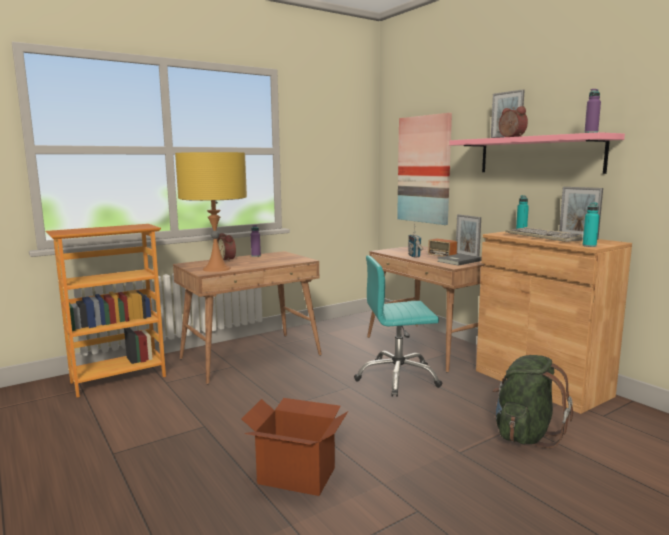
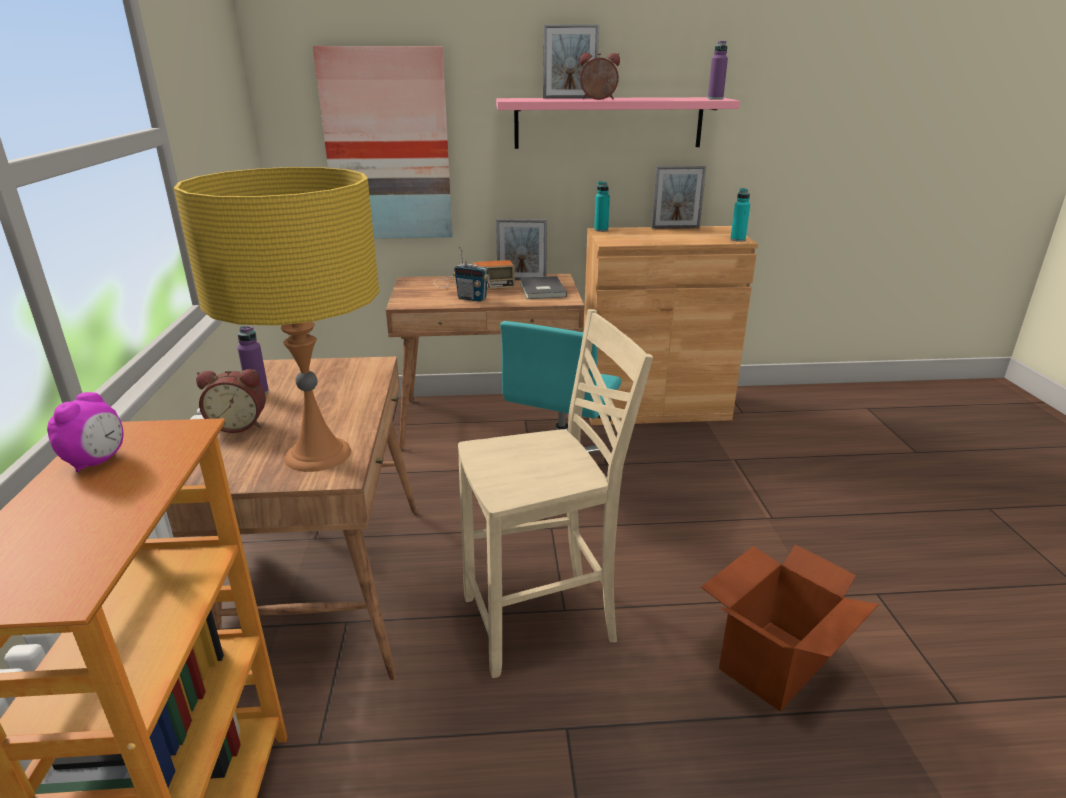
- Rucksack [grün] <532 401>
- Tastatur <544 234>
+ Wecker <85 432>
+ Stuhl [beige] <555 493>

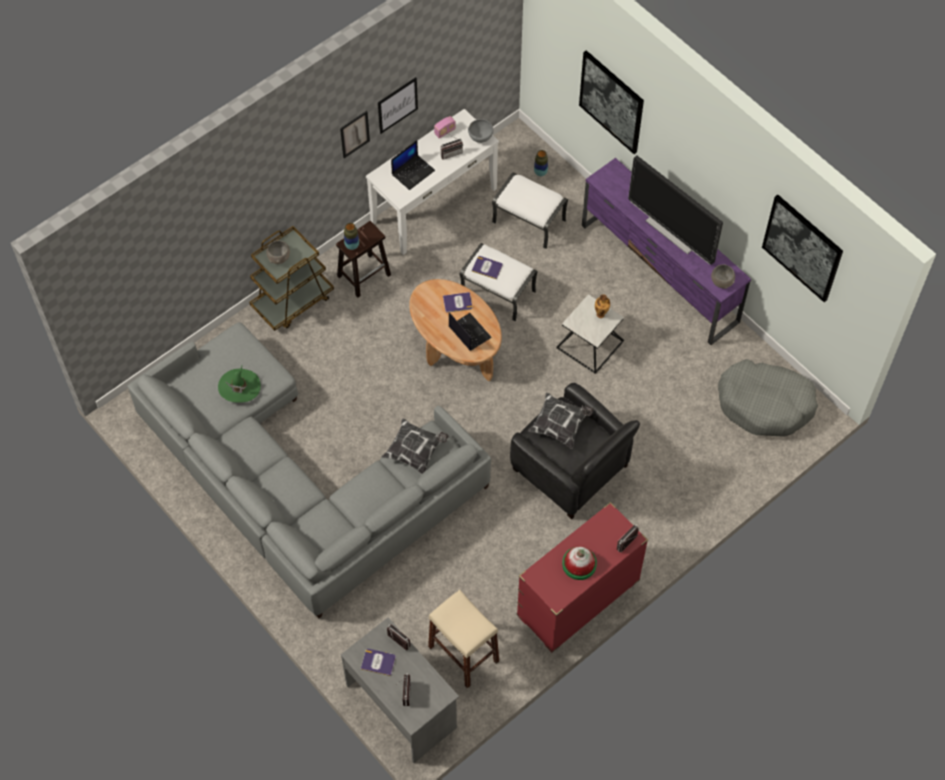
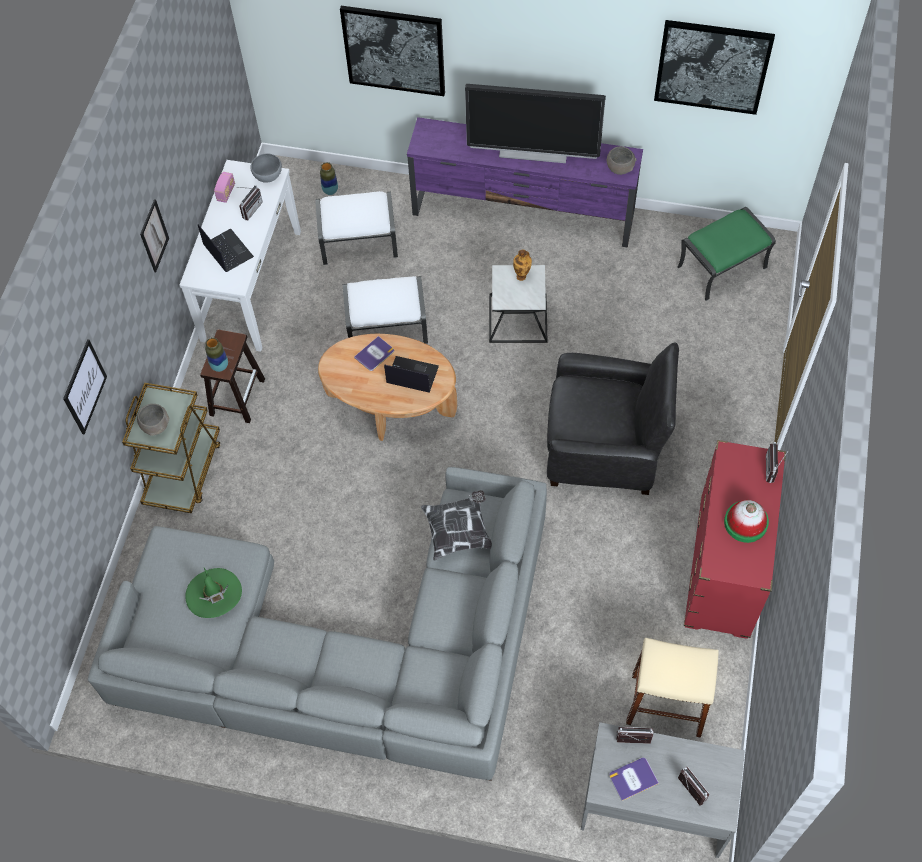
~ Bild <398 105> to <85 386>
~ Laptop <413 165> = <226 248> 45 degrees counterclockwise
- Buch <487 267>
- Kissen <561 421>
~ Hundebett [grau] <768 398> to Polsterhocker [grün] <726 254>

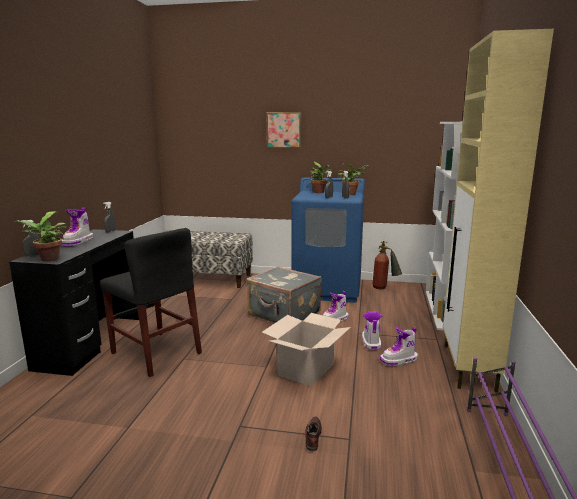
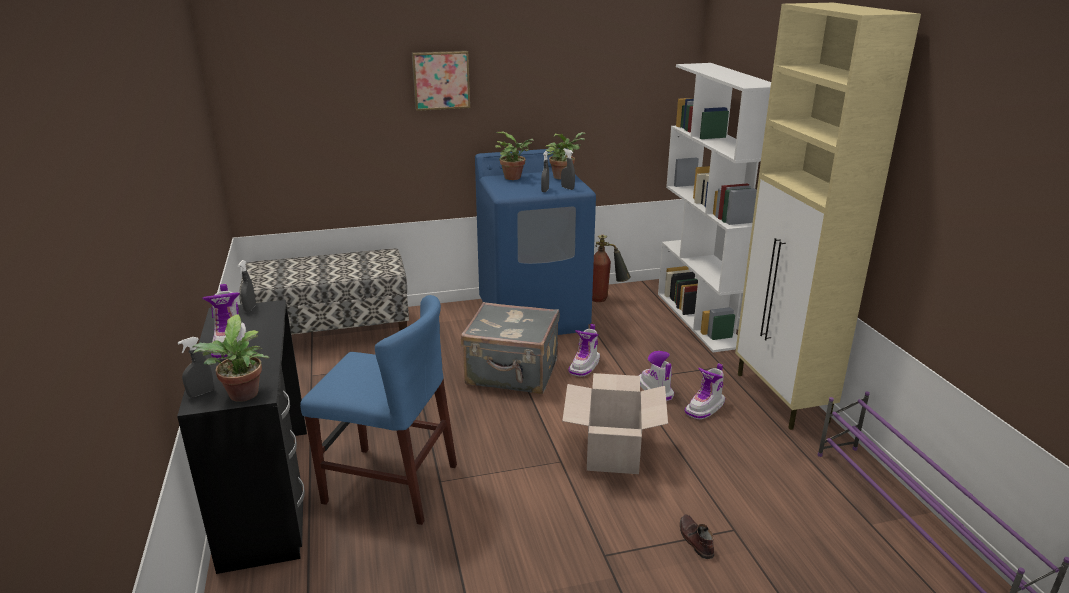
~ Stuhl [schwarz] <151 302> to Stuhl [blau] <378 410>

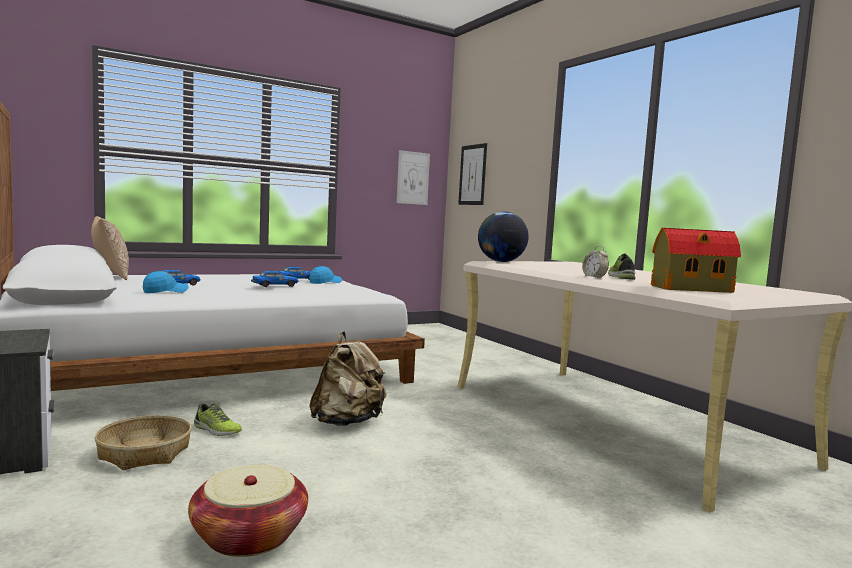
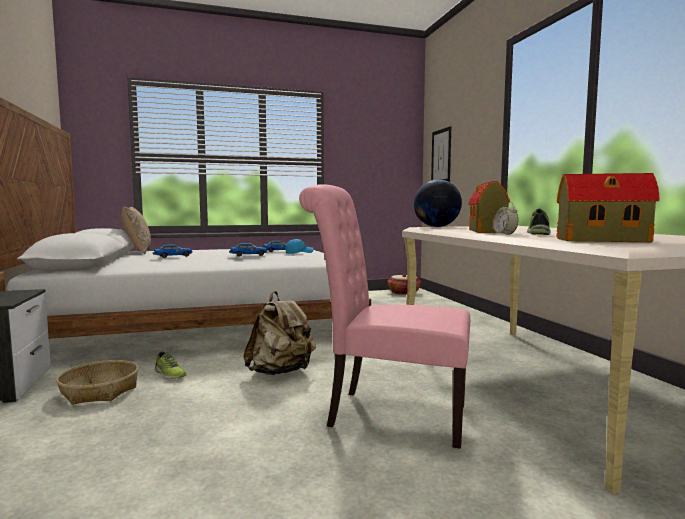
- Kappe [blau] <166 282>
~ Korb <248 511> to <404 285>
- Bild <413 177>
+ Stuhl [rosa] <384 316>
+ Spielzeughaus <489 207>

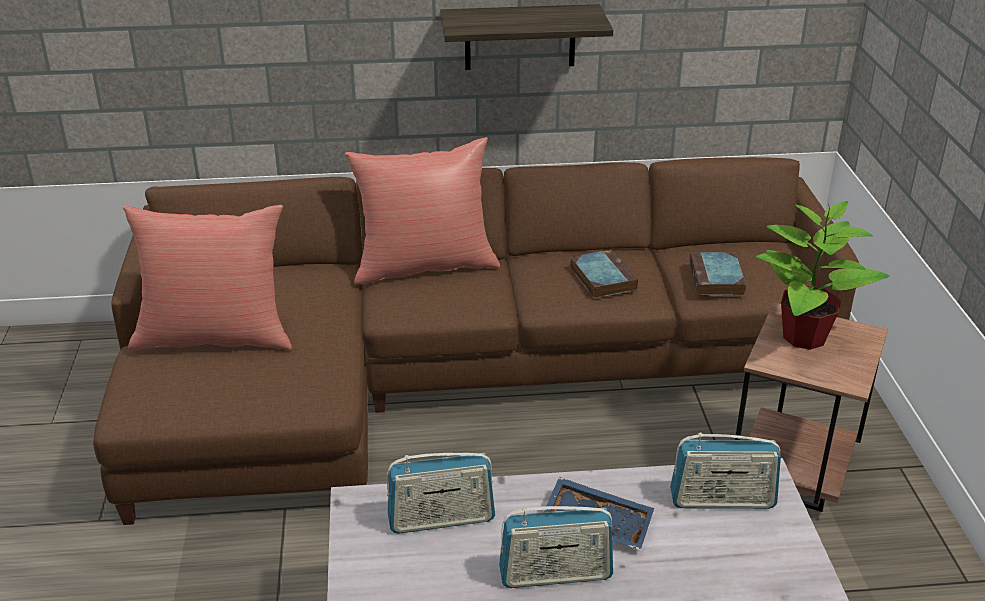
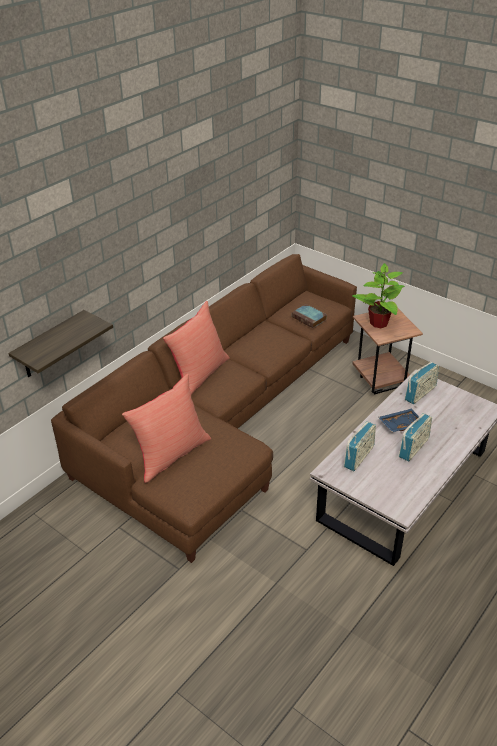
~ Wandregal <526 37> to <60 343>
- Buch <604 274>

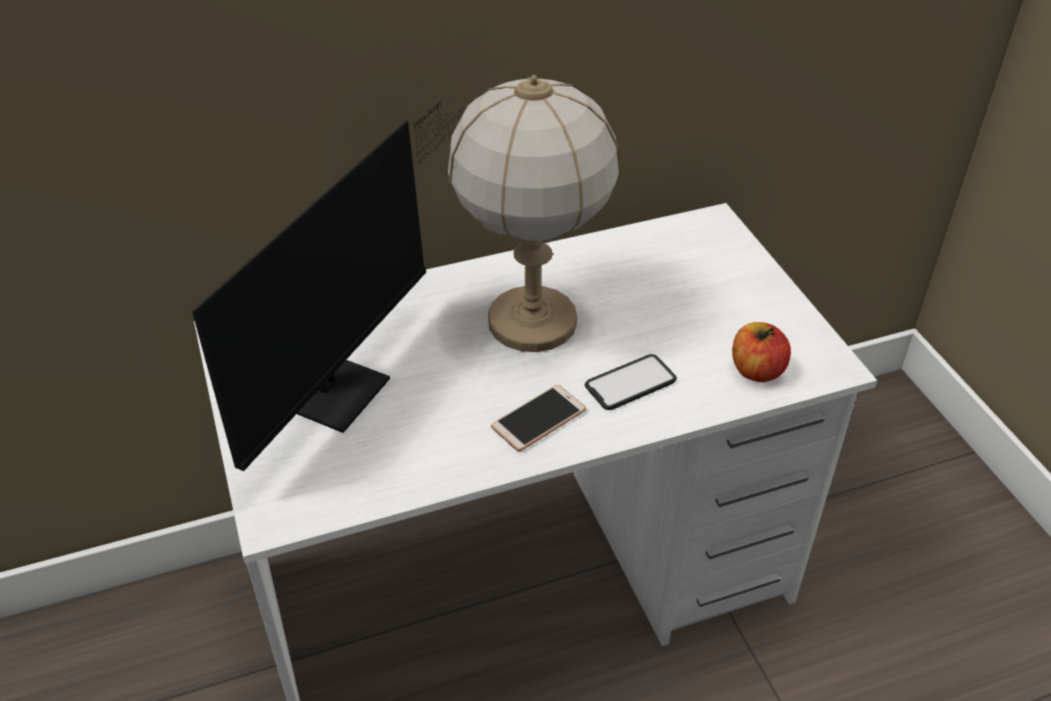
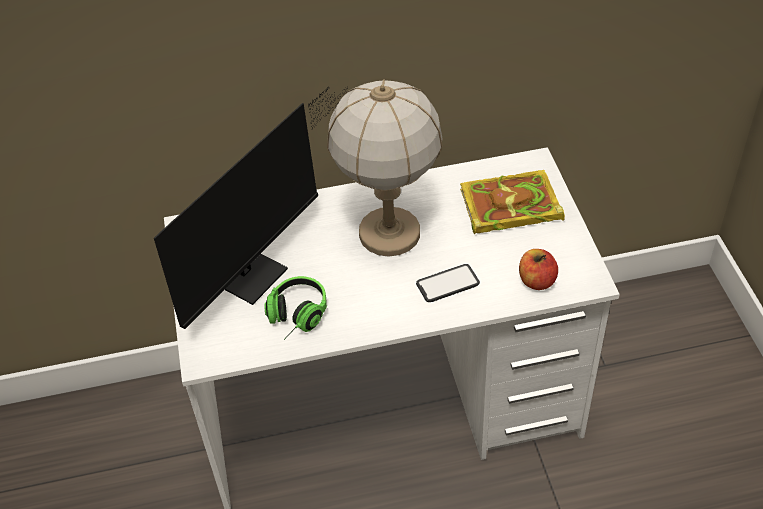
- Handy <538 418>
+ Kopfhörer <295 308>
+ Buch <512 202>

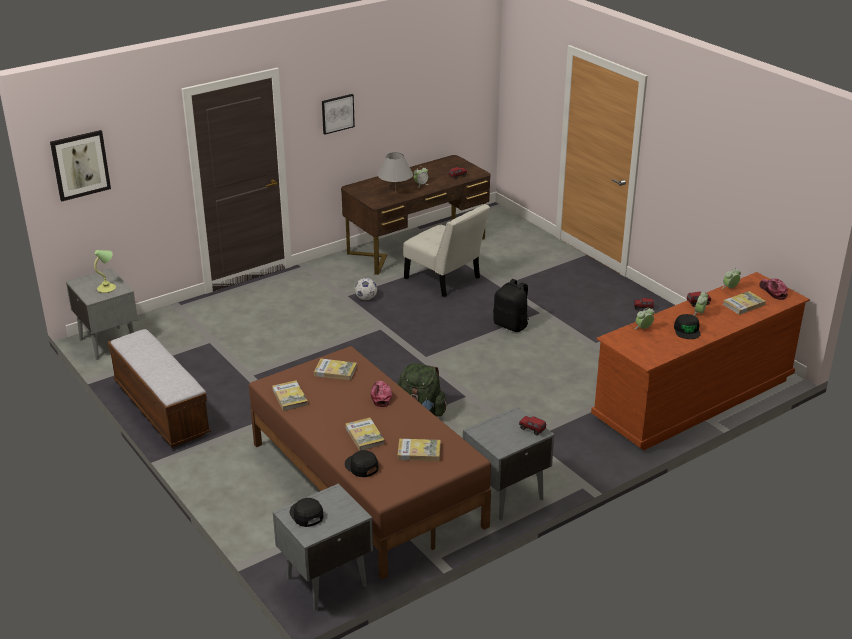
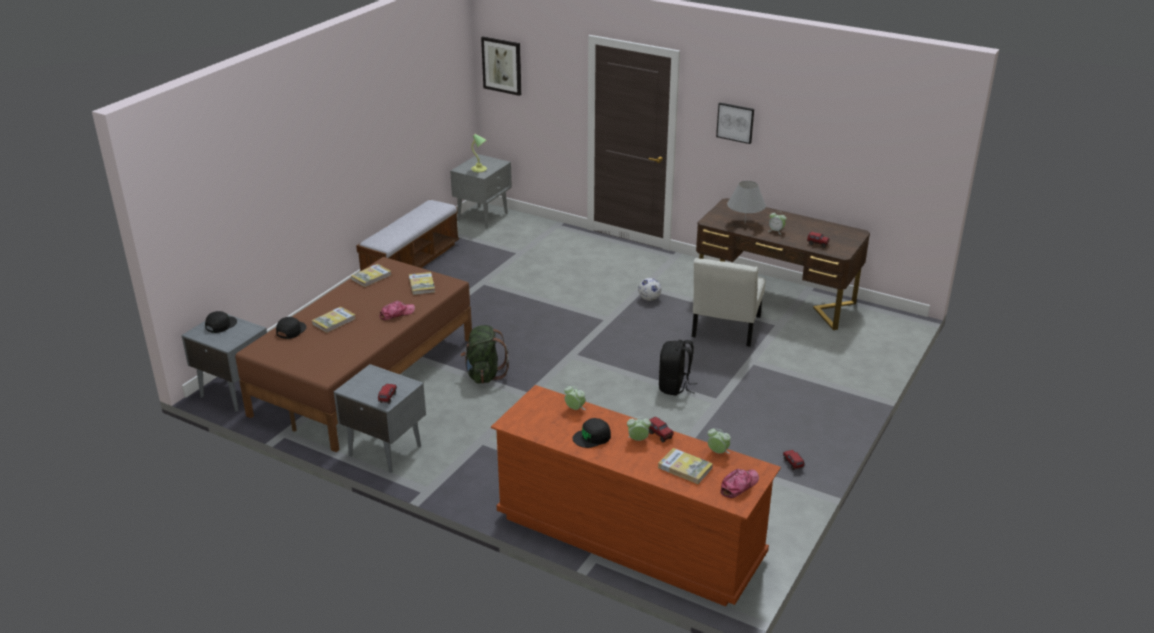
- Buch <419 450>

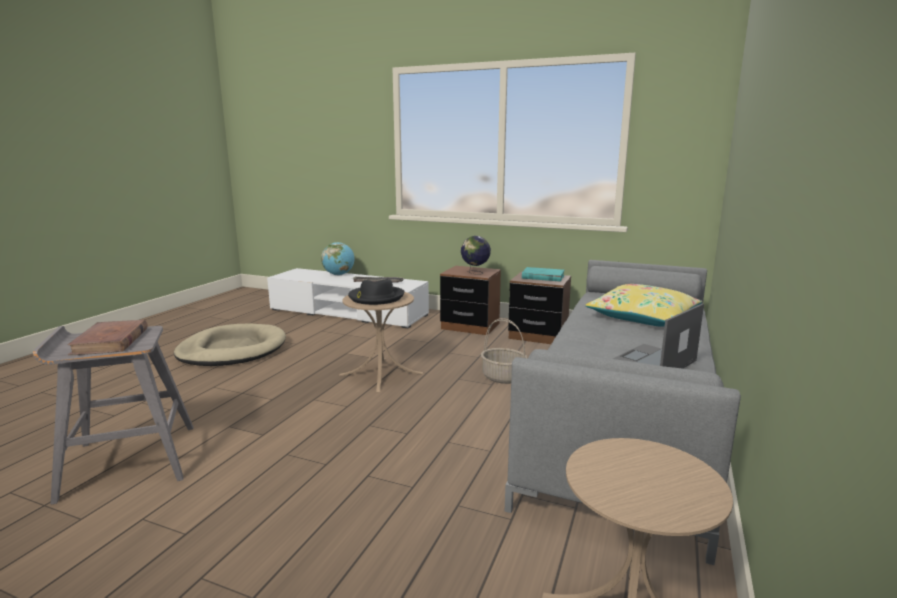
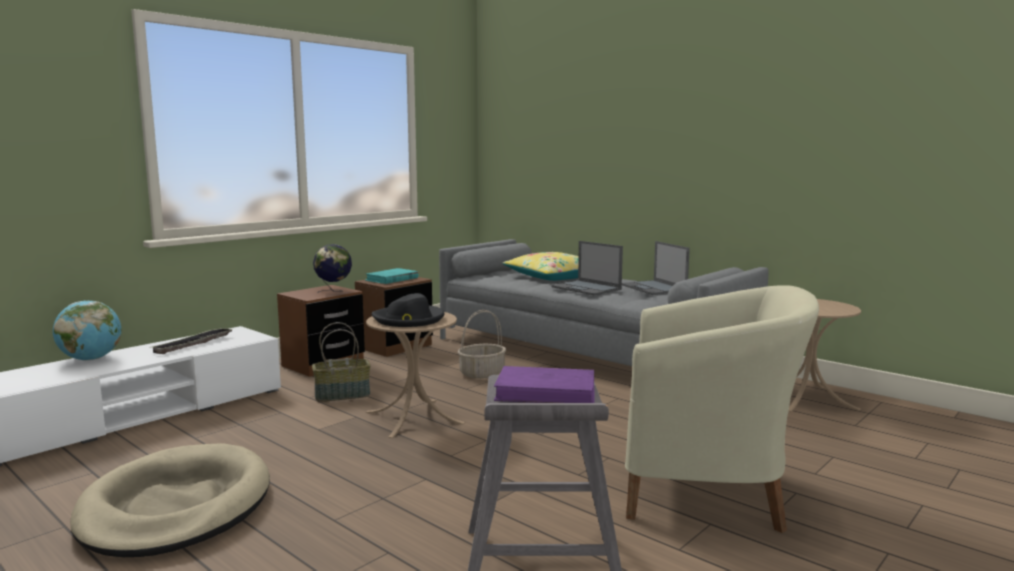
~ Buch [braun] <107 337> to Buch [lila] <544 384>
+ Korb <341 362>
+ Laptop <587 268>
+ Sessel [beige] <722 409>

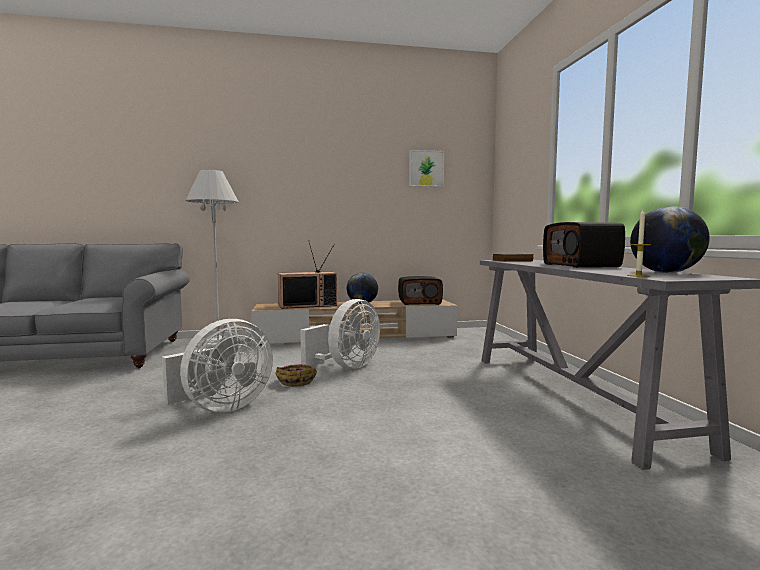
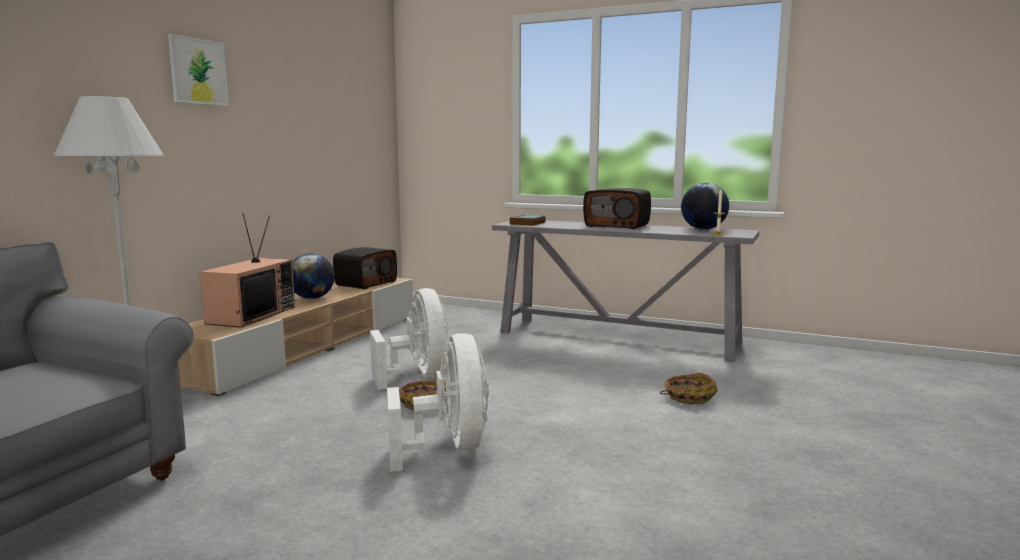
~ Bild <426 168> to <198 70>
+ Korb <689 389>

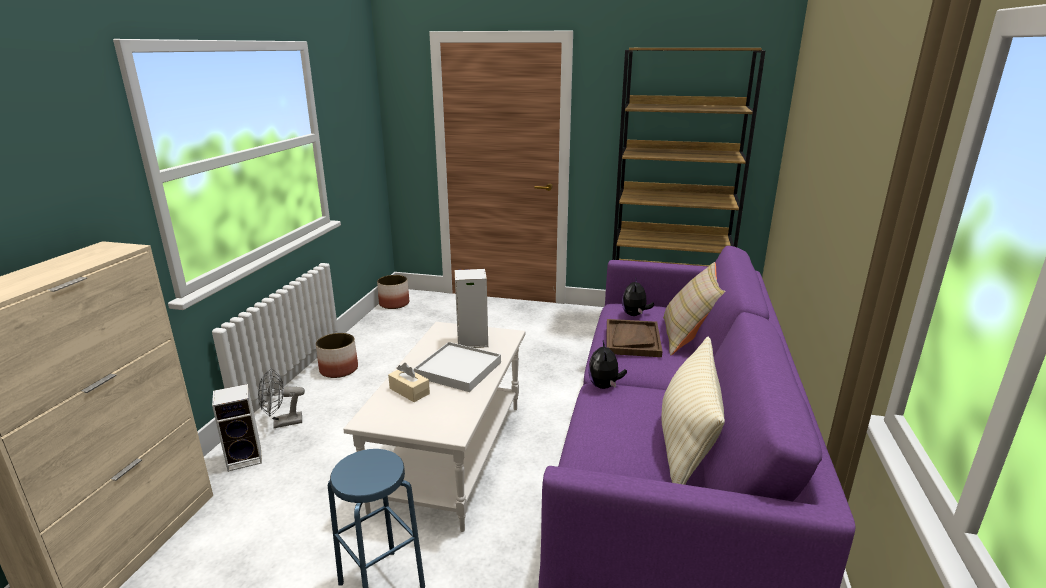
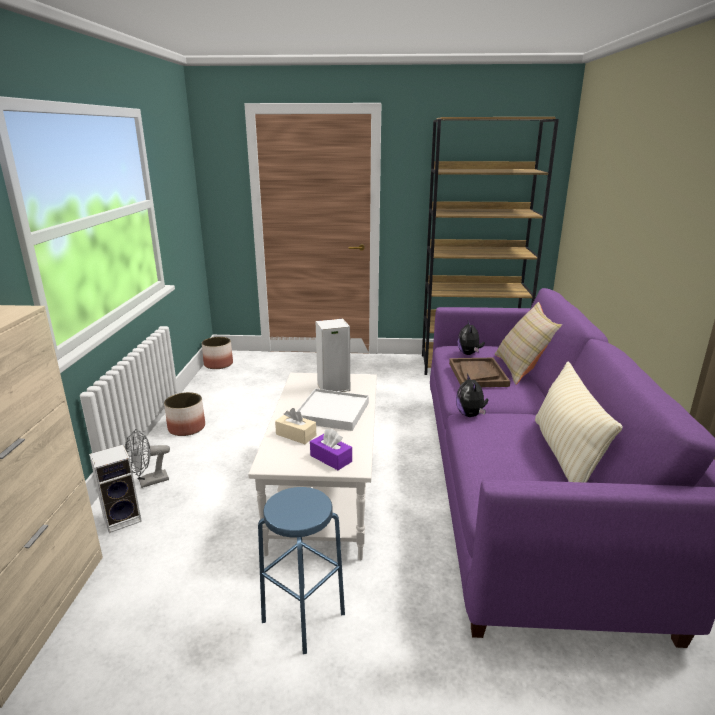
+ Taschentuchbox [lila] <331 449>

